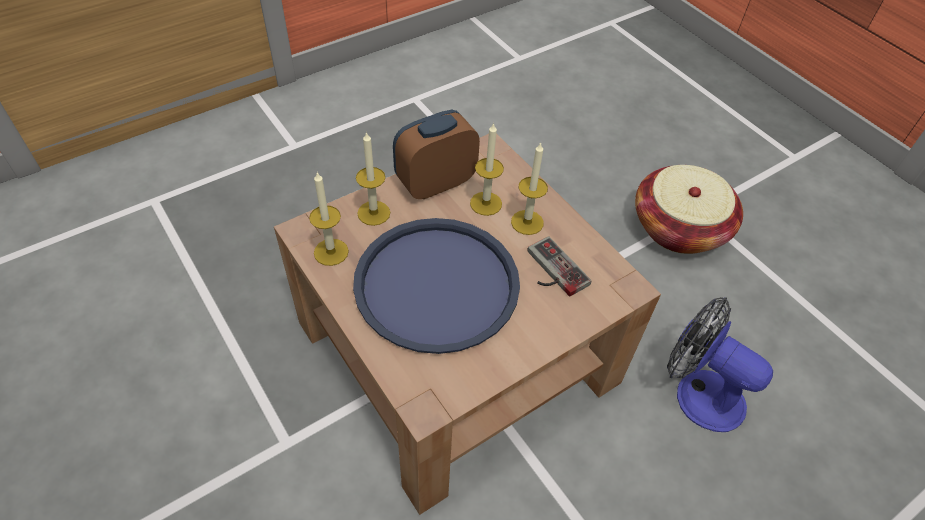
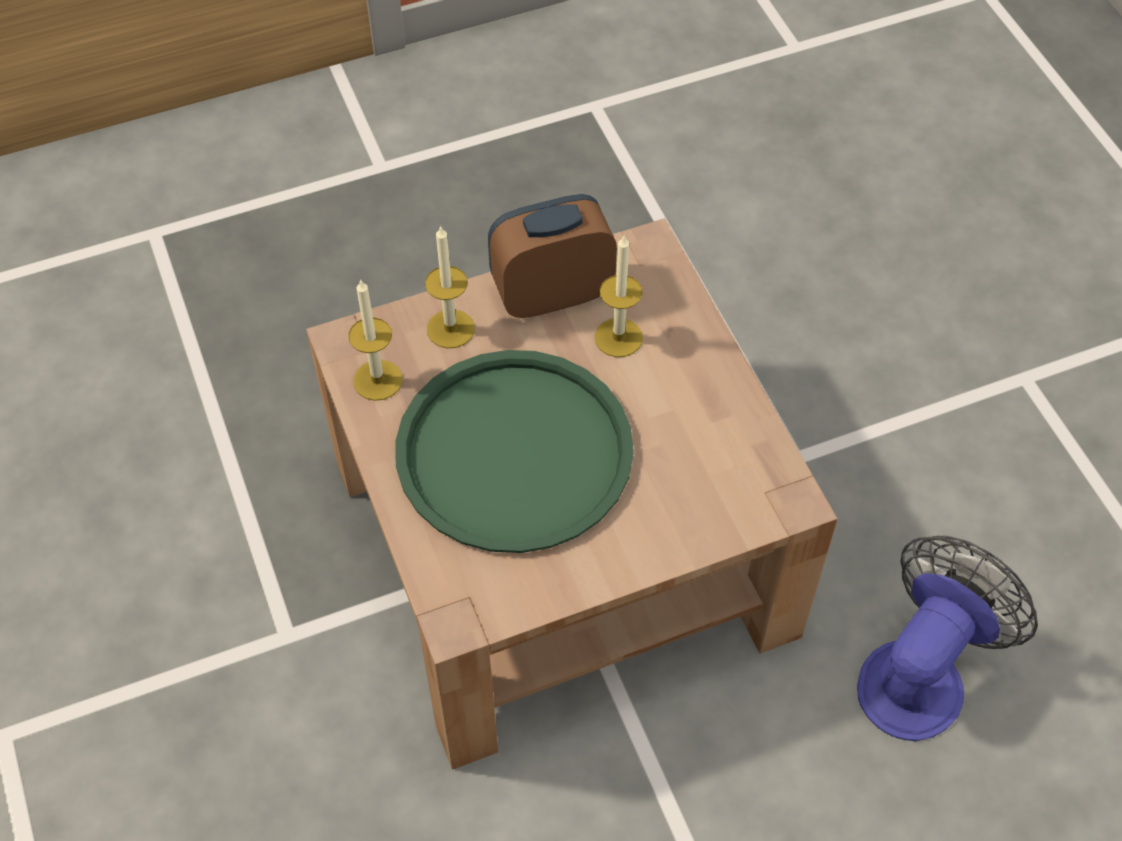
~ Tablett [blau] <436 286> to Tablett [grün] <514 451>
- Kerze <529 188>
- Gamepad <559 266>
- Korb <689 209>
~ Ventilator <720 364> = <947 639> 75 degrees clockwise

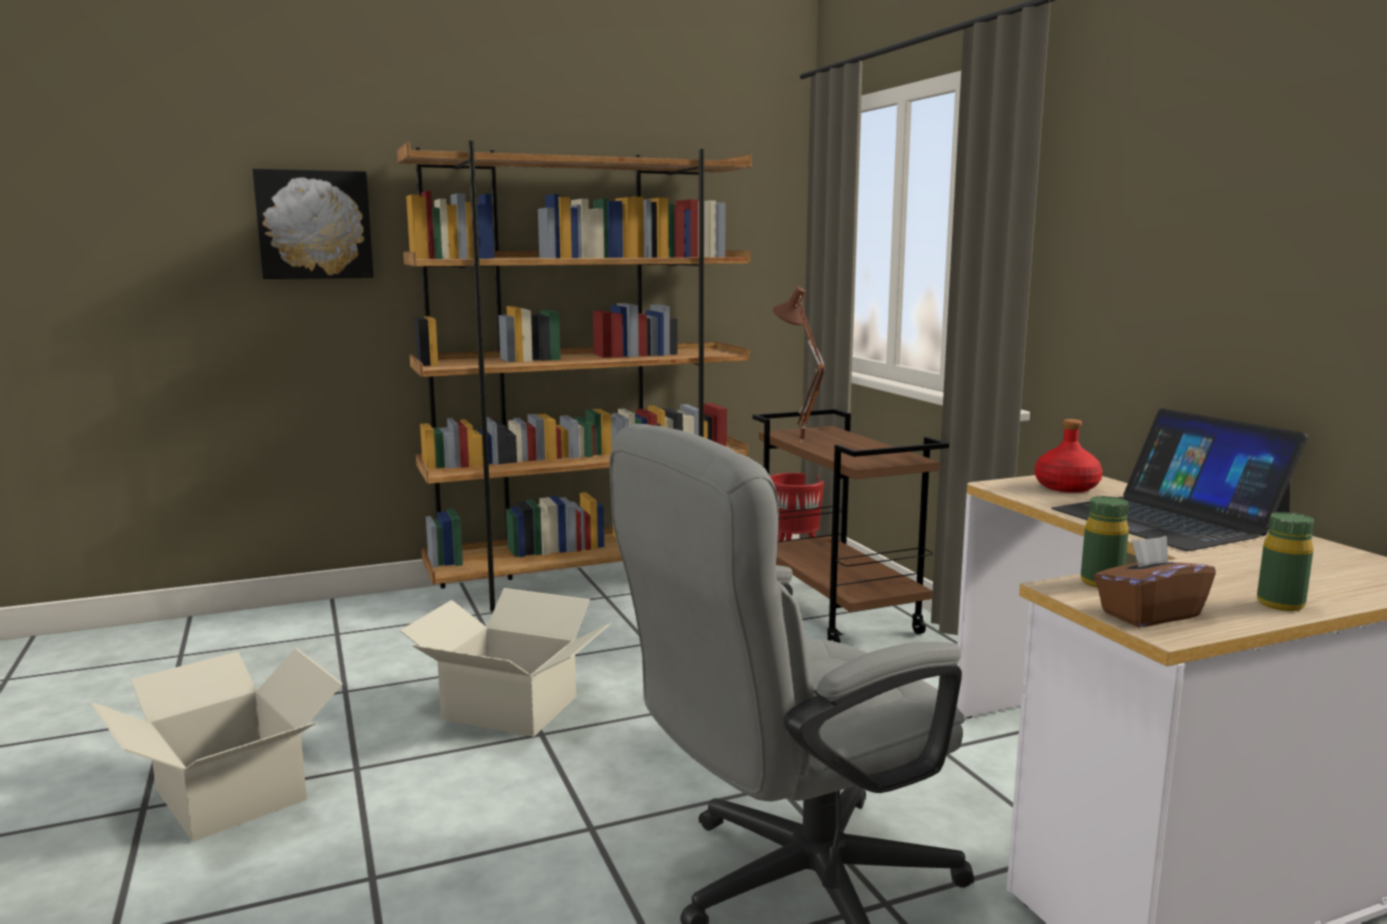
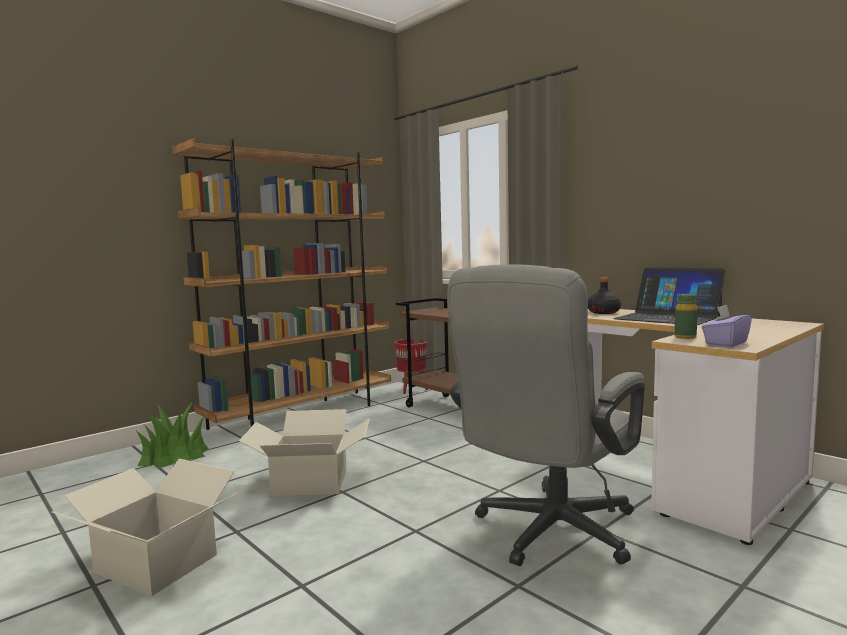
- Bild <313 224>
- Tischlampe [braun] <799 365>
~ Flasche [rot] <1069 456> to Flasche [schwarz] <604 295>
~ Taschentuchbox [braun] <1155 581> to Taschentuchbox [lila] <727 325>
- Flasche [grün] <1285 561>
+ Topfpflanze <173 435>

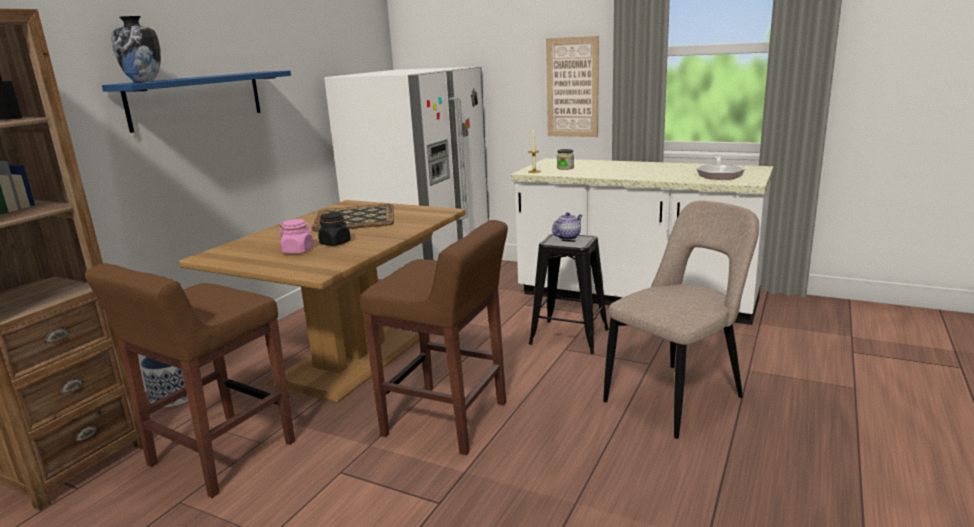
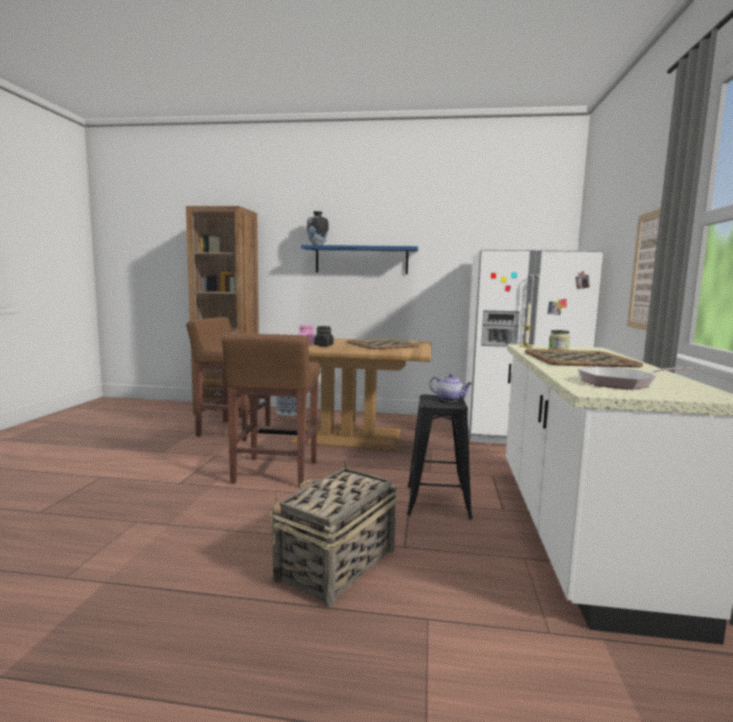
~ Stuhl [beige] <681 320> to Korb <334 534>
+ Tablett <584 358>

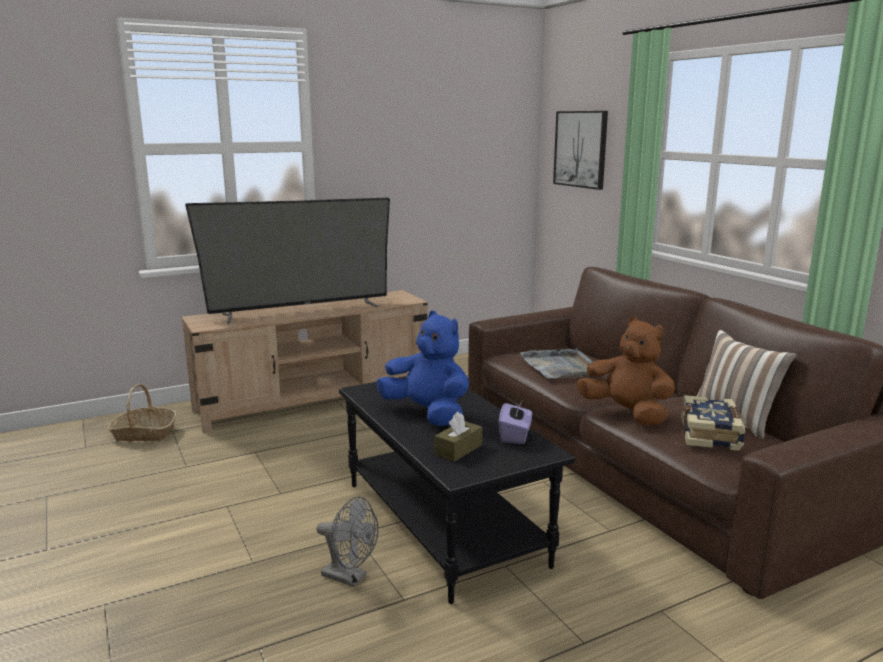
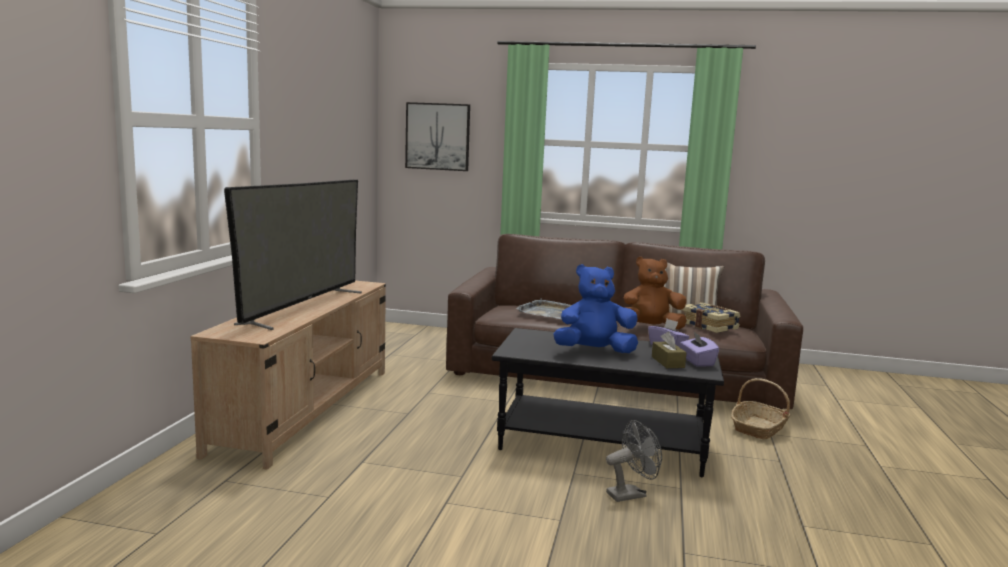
~ Korb <142 412> to <760 408>
+ Taschentuchbox [lila] <699 349>

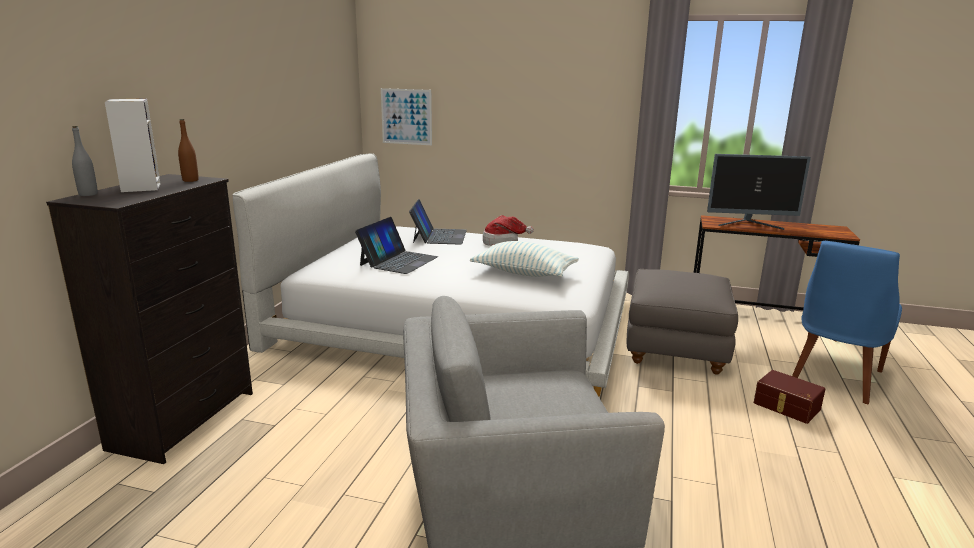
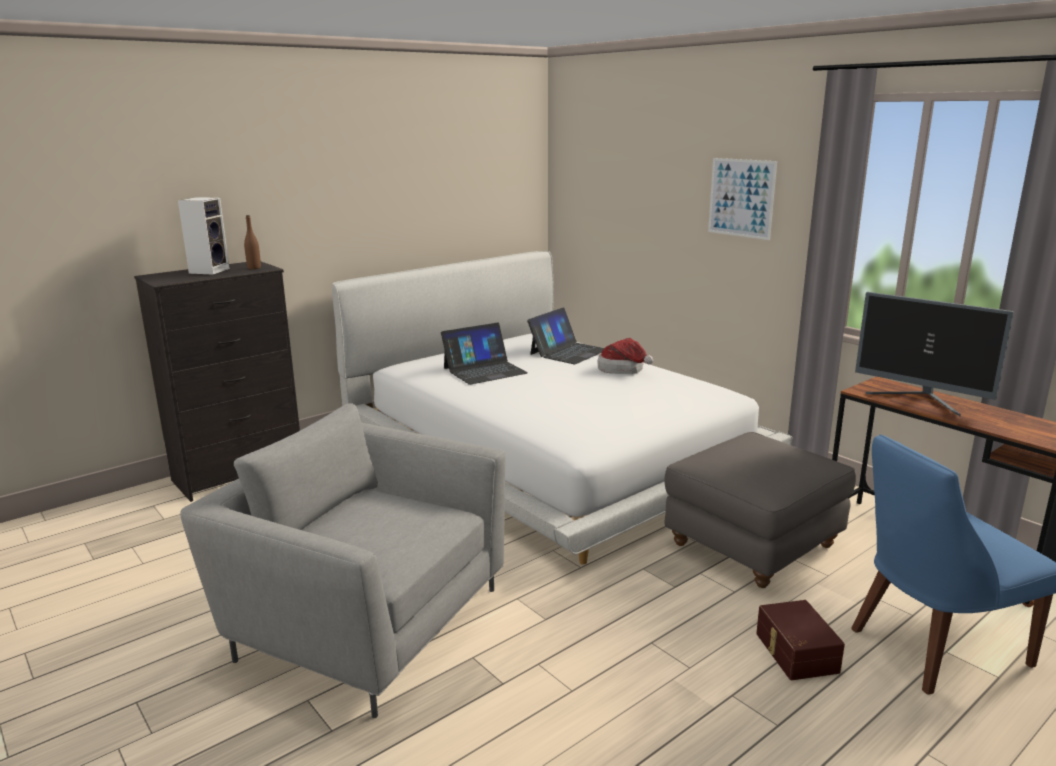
- Flasche [grau] <85 161>
~ Bild <406 116> to <742 199>
- Kissen <524 259>

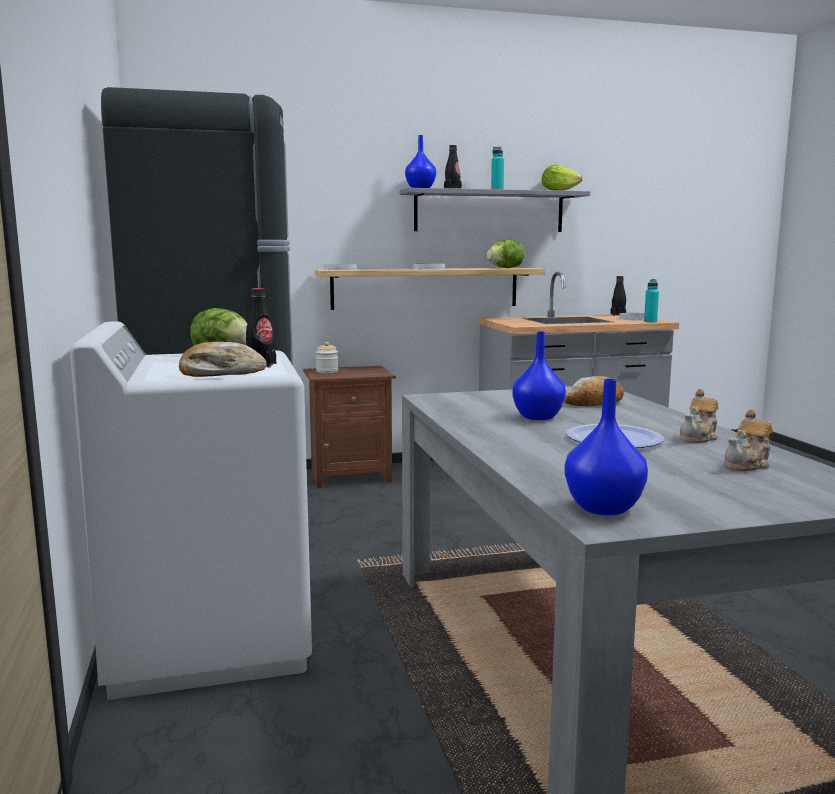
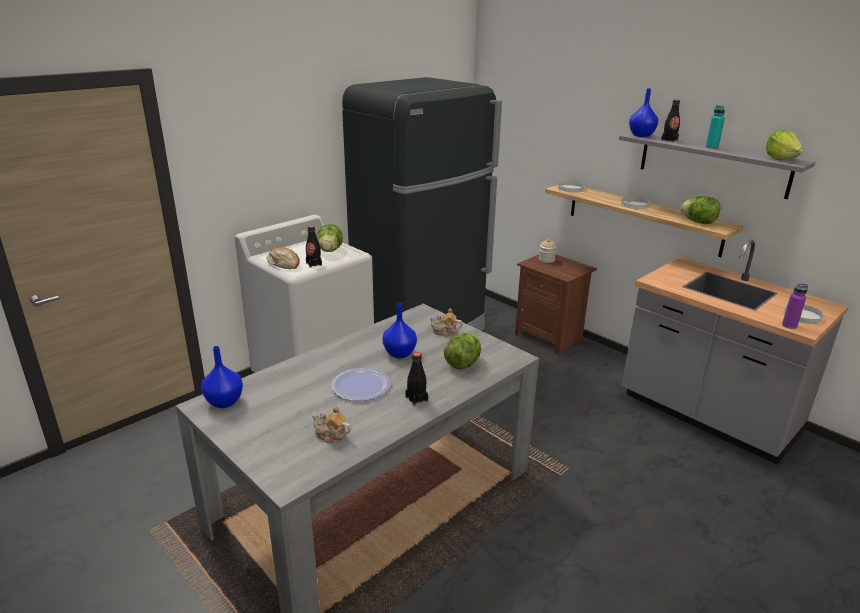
~ Brot <594 391> to Salatkopf <462 351>
~ Flasche [schwarz] <618 296> to <416 379>
~ Flasche [türkis] <651 301> to Flasche [lila] <795 306>
~ Teekanne <699 416> to <446 322>

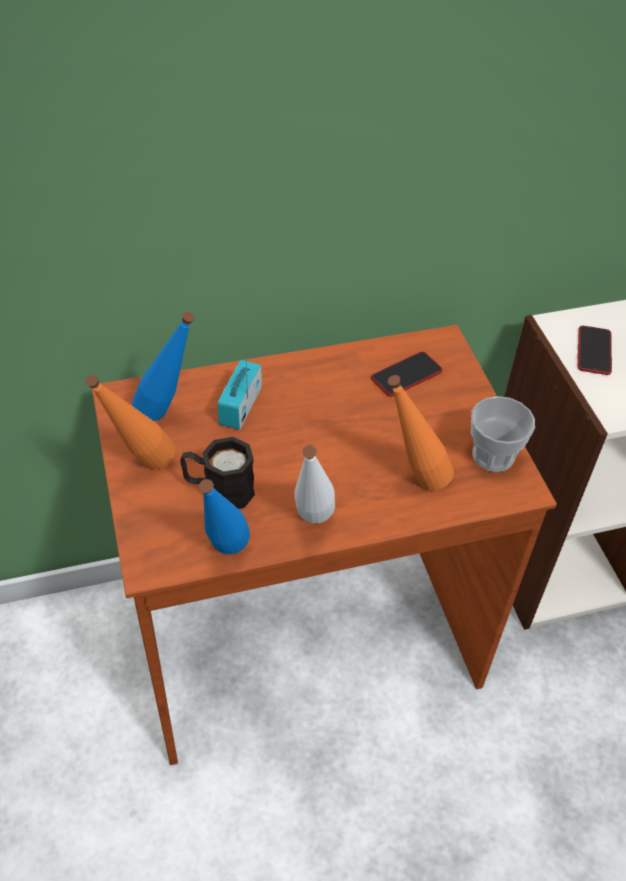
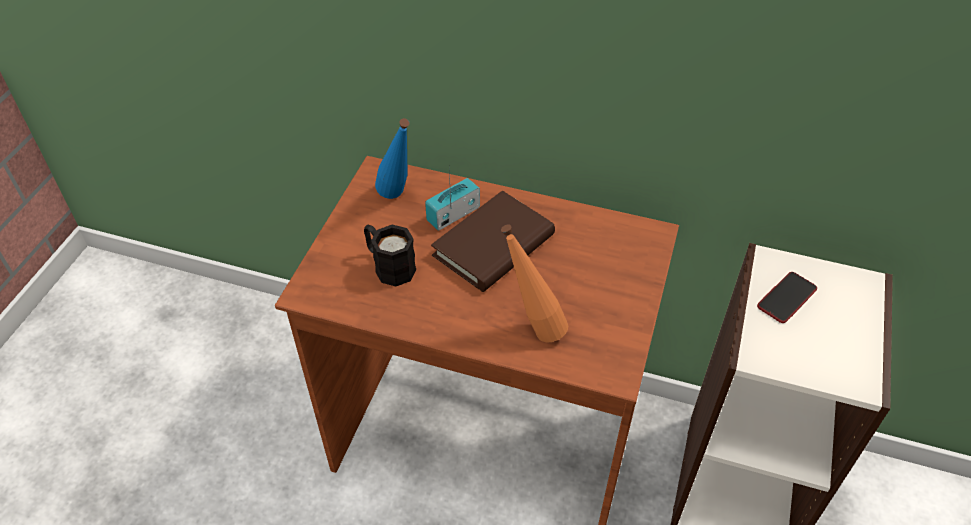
- Flasche [orange] <130 422>
- Flasche [blau] <224 516>
- Flasche [weiß] <315 484>
- Handy <406 374>
- Tasse <503 434>
+ Buch [braun] <493 241>

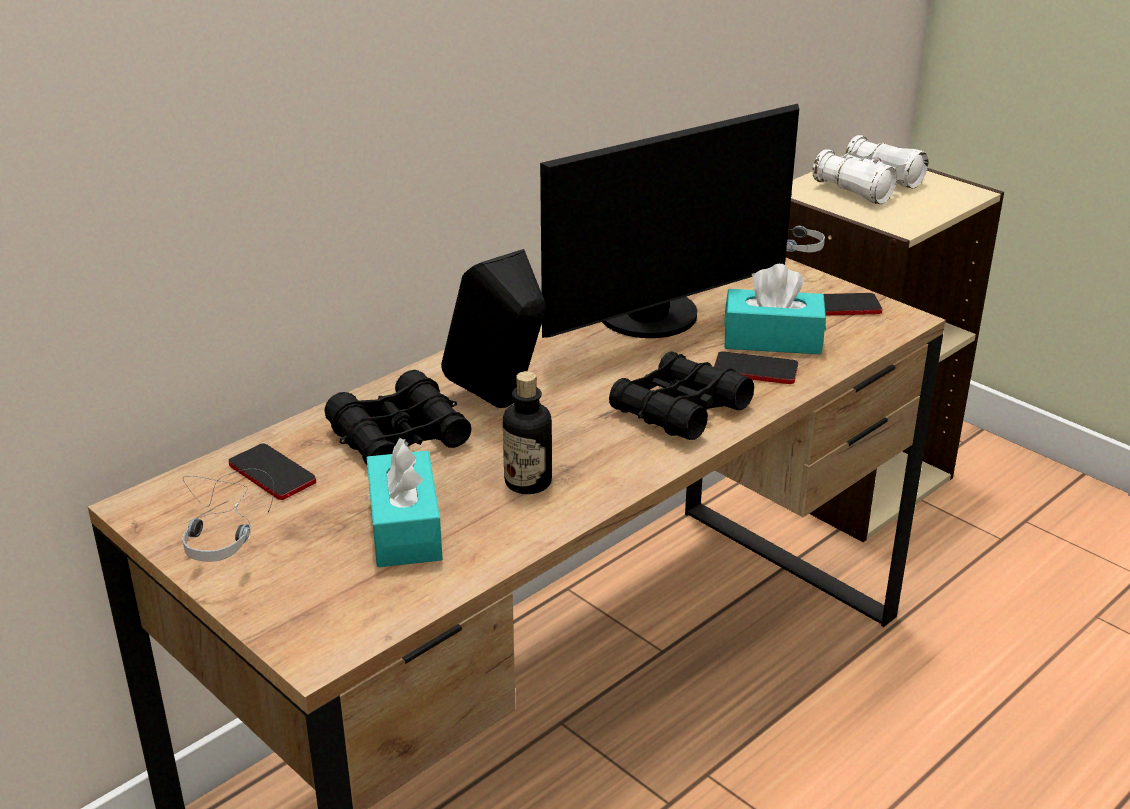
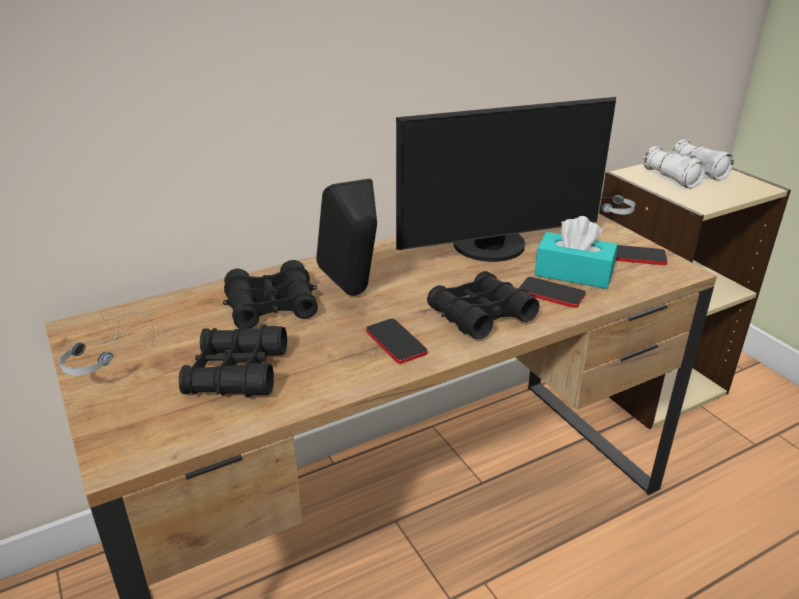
~ Handy <272 472> to <396 341>
~ Taschentuchbox [türkis] <404 502> to Fernglas [schwarz] <233 361>
- Flasche <527 432>

